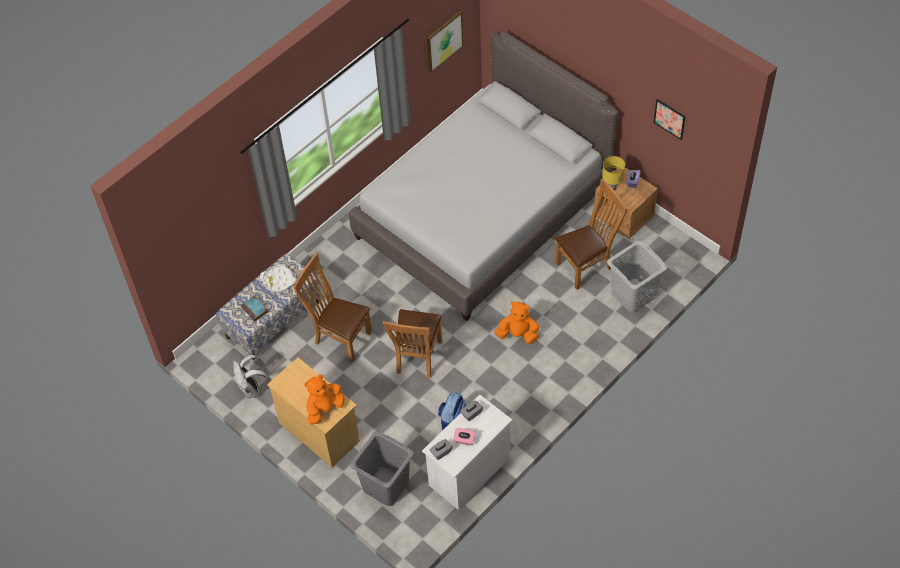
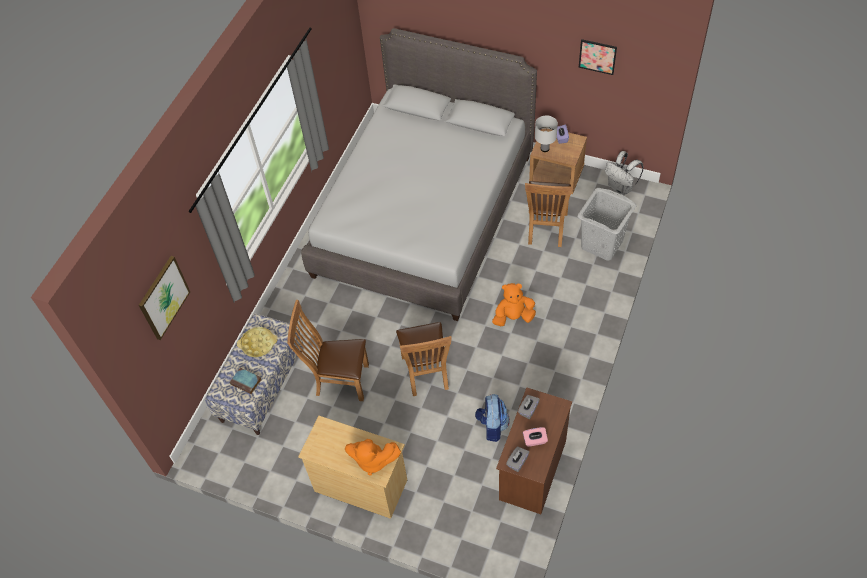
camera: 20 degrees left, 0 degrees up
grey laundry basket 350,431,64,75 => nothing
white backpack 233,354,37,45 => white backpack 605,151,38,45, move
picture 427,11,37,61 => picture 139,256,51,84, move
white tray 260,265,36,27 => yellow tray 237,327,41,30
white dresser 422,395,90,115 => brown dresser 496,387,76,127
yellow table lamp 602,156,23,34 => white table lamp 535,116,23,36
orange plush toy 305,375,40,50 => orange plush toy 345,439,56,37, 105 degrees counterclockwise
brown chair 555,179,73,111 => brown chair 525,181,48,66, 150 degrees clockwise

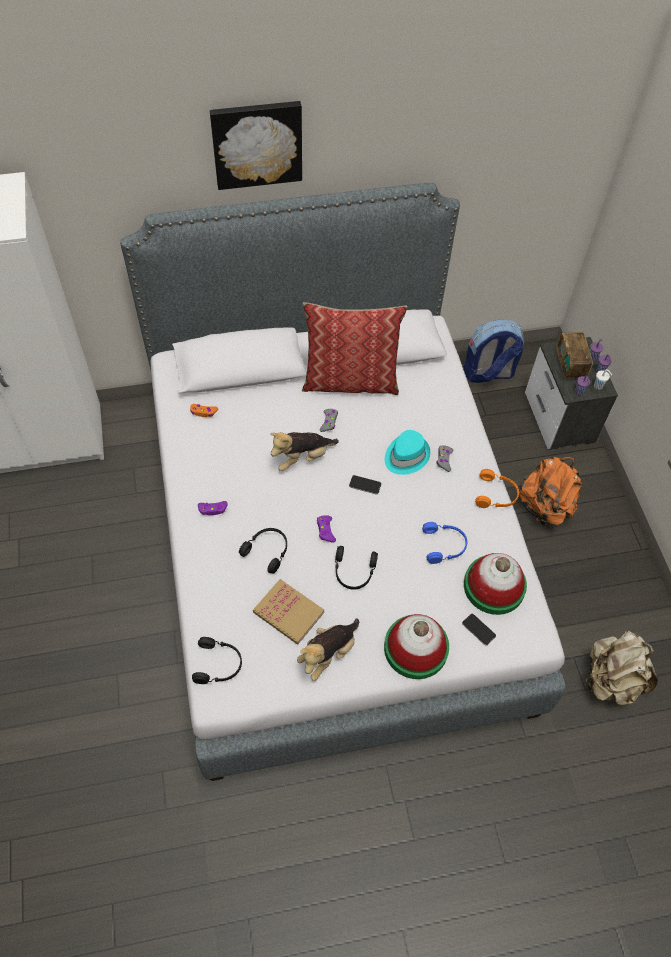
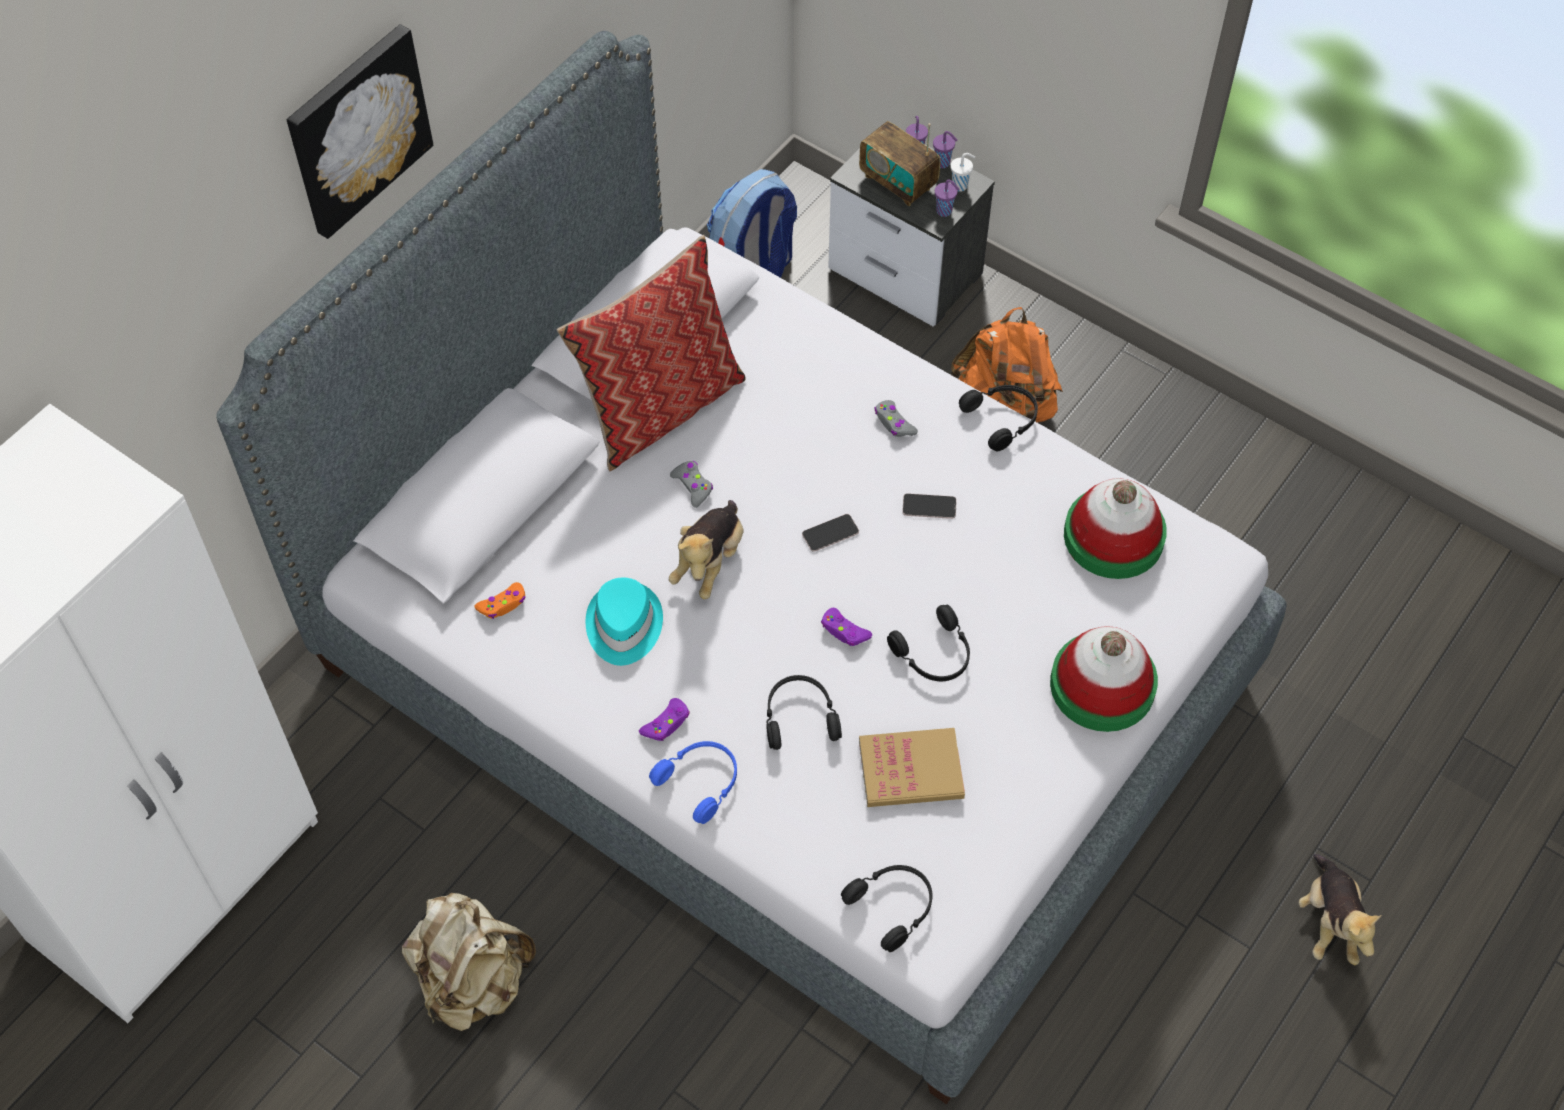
camera: 40 degrees left, 0 degrees up
plush toy 297,618,62,63 => plush toy 1299,854,82,111, move
turquoise hat 385,430,45,45 => turquoise hat 586,578,77,88, move
blue headphones 422,522,45,42 => blue headphones 649,741,88,83, move
phone 462,614,34,32 => phone 902,493,55,26, move
beige backpack 584,630,74,76 => beige backpack 402,893,134,138, move
orange headphones 475,469,44,39 => black headphones 959,385,79,66

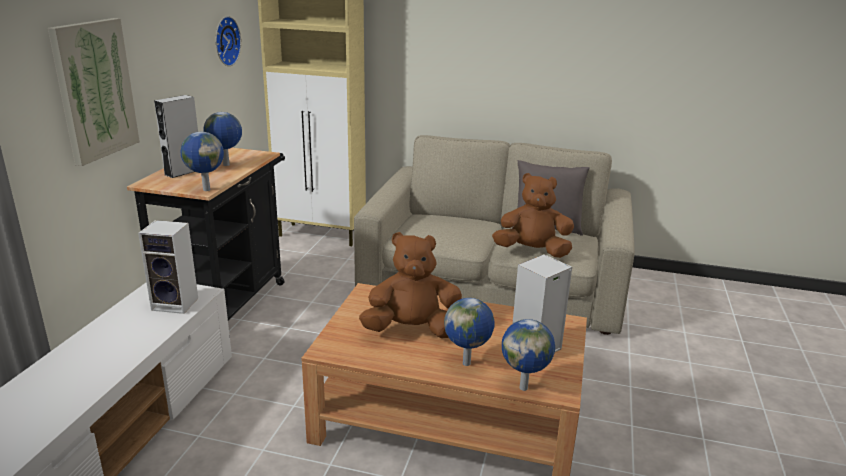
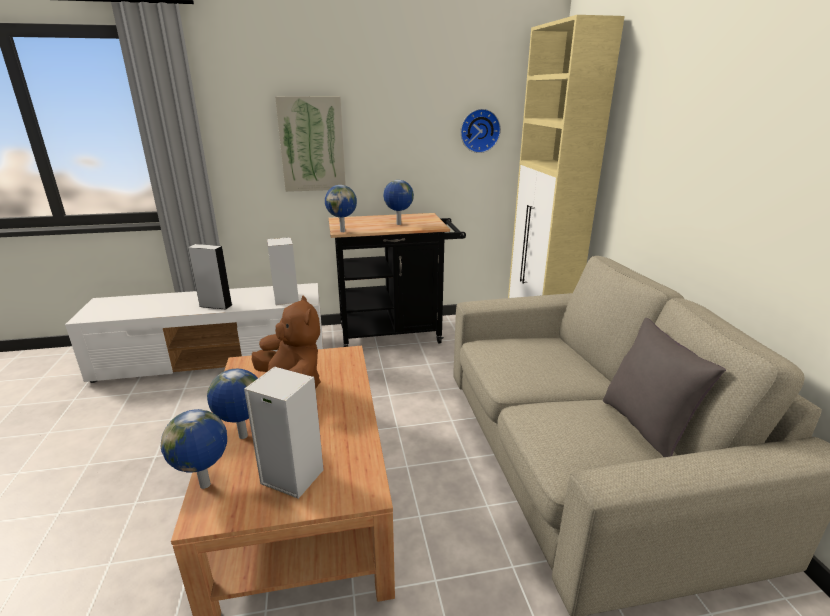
camera: 65 degrees right, 0 degrees up
brown plush toy 492,173,82,85 => nothing
grey speaker 154,95,44,83 => grey speaker 188,244,44,66, move

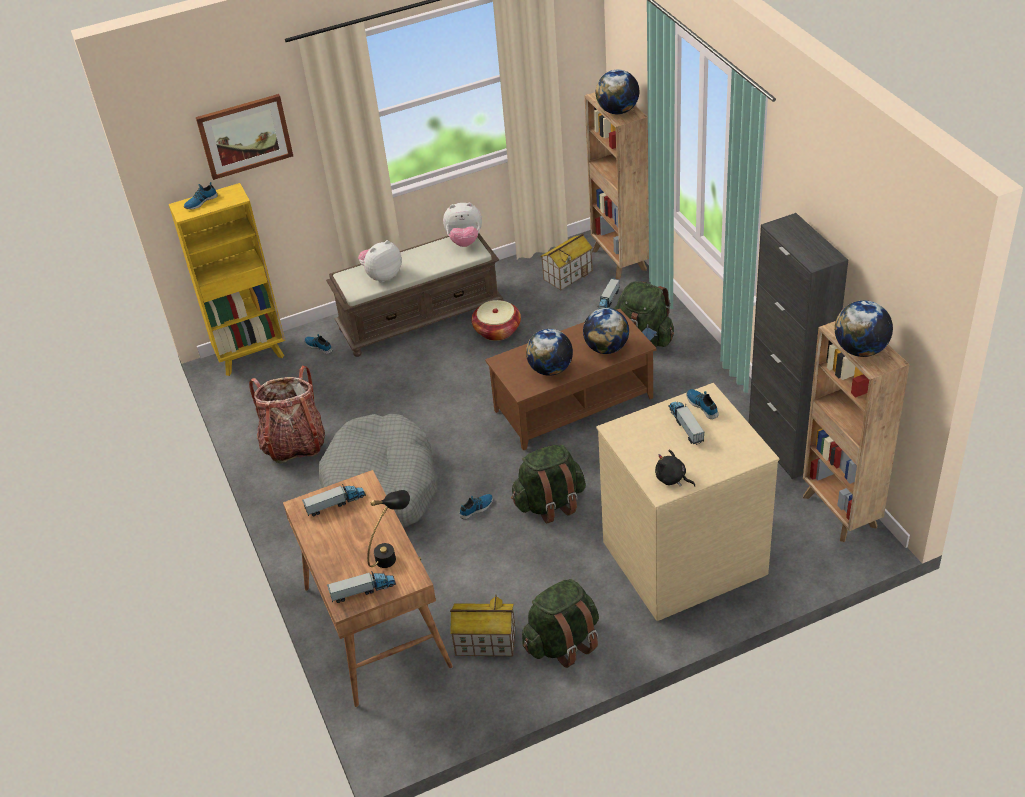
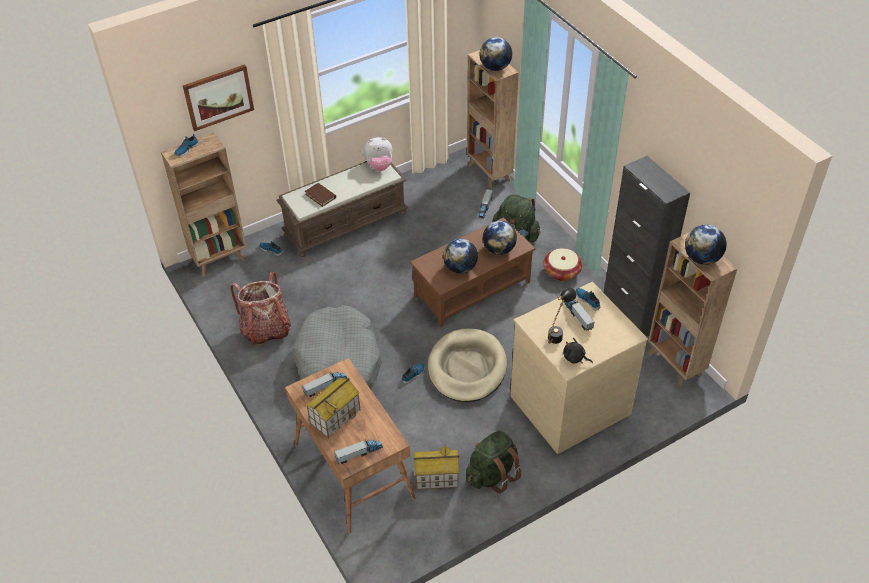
camera: 10 degrees left, 5 degrees up
black table lamp 367,490,43,78 => black table lamp 548,288,28,56, move
basket 471,300,50,41 => basket 543,248,39,33, move
toy house 540,234,53,56 => toy house 306,377,54,61, move
plush toy 358,240,44,43 => brown book 305,183,31,24
green backpack 511,445,75,79 => beige dog bed 428,328,79,74
yellow bookcase 169,183,116,193 => brown bookcase 161,133,86,143

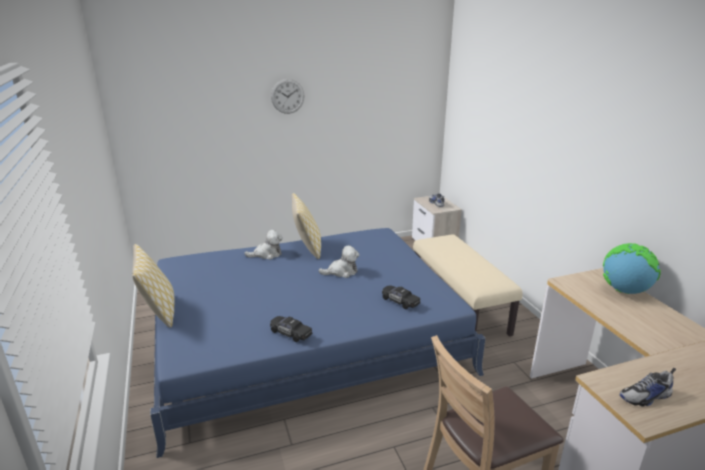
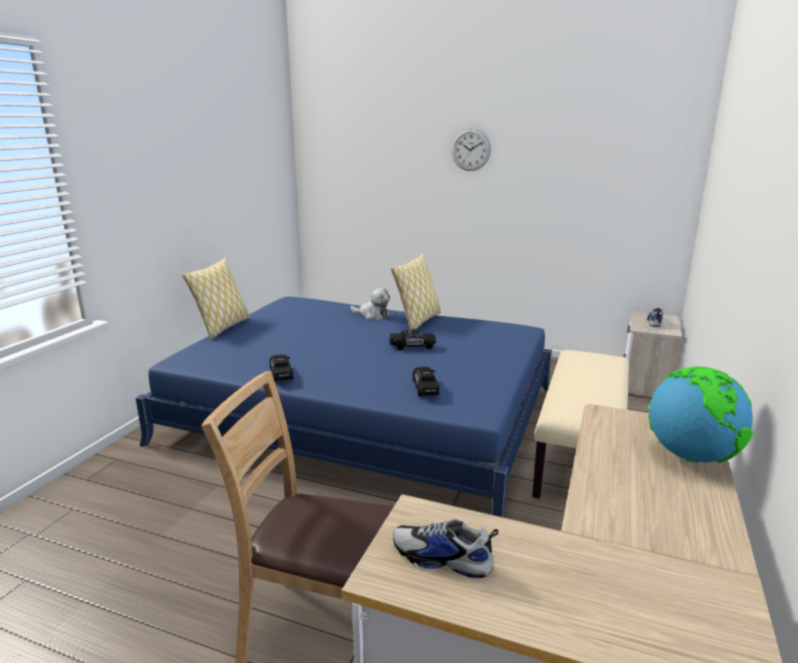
camera: 40 degrees right, 5 degrees down
plush toy 319,245,40,33 => black toy car 389,329,47,21

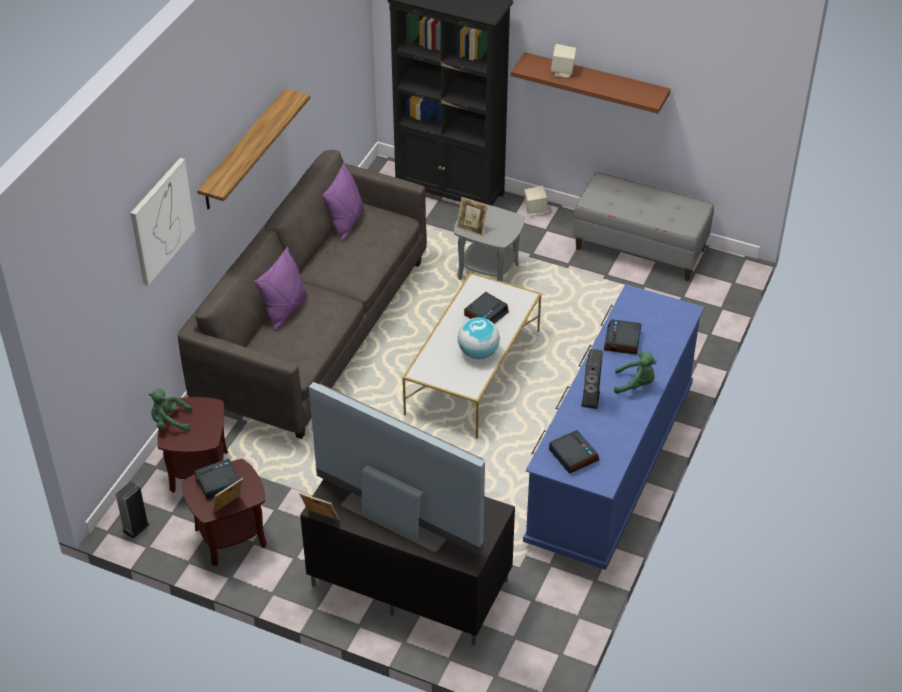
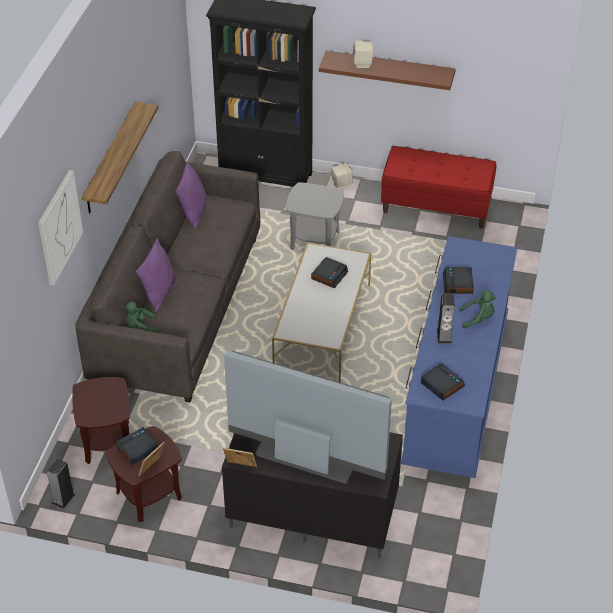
camera: 10 degrees left, 0 degrees up
picture frame 457,197,31,39 => nothing
globe 458,317,42,43 => nothing
green plush toy 149,389,43,43 => green plush toy 123,301,36,32, move
grey bench 573,172,141,109 => red bench 381,146,115,83

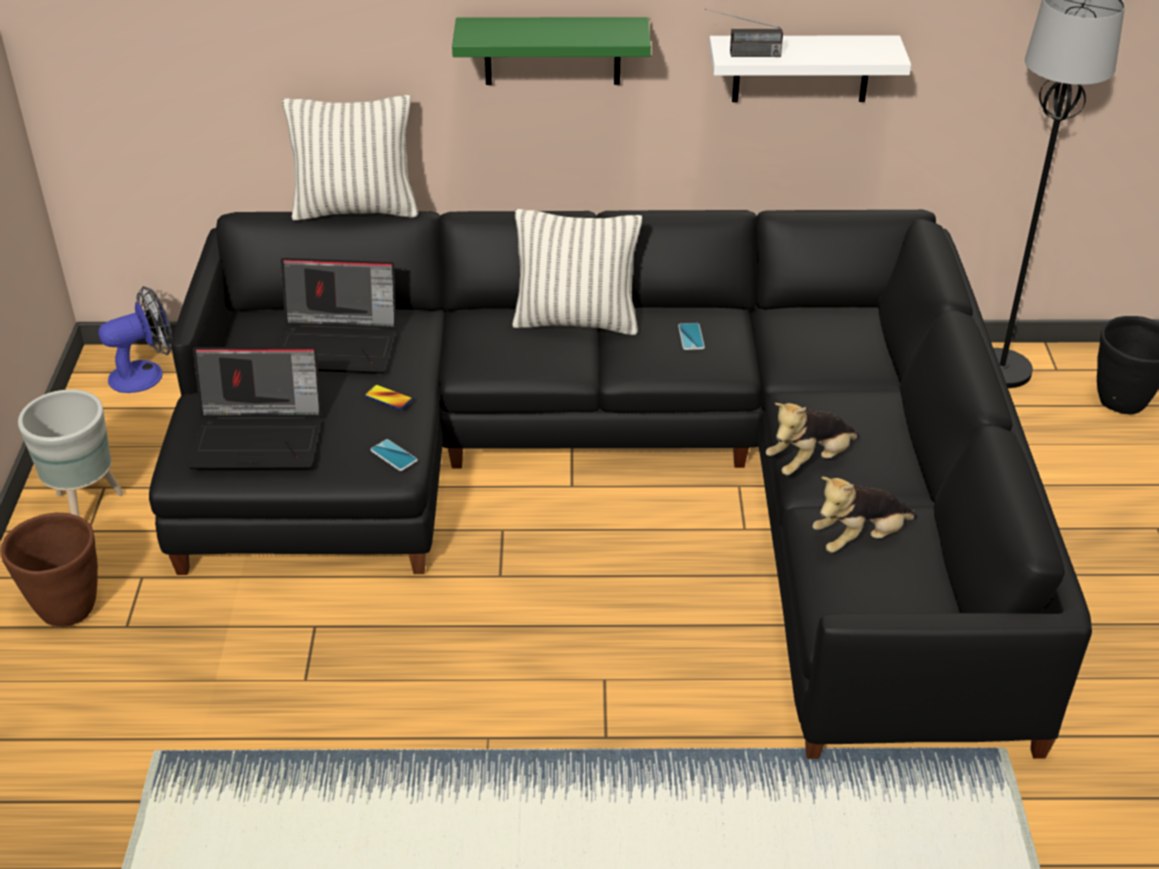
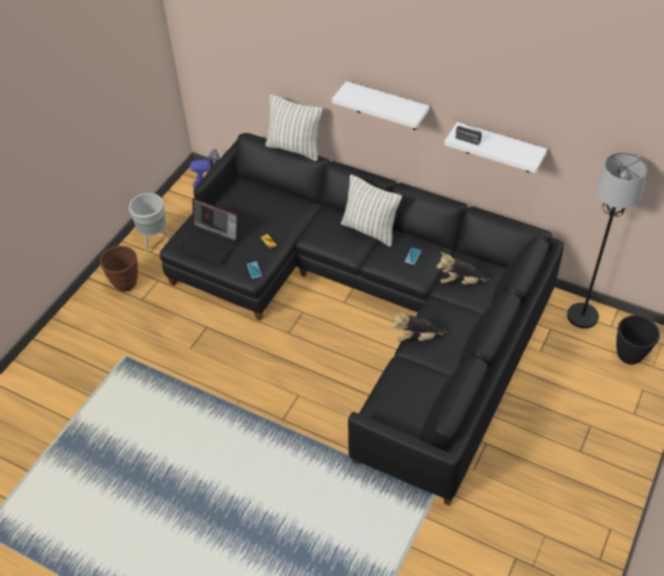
camera: 30 degrees right, 10 degrees up
laptop 278,258,118,116 => nothing
plush toy 812,477,106,76 => plush toy 437,252,54,32, move
green shelf 452,17,199,68 => white shelf 332,81,97,49

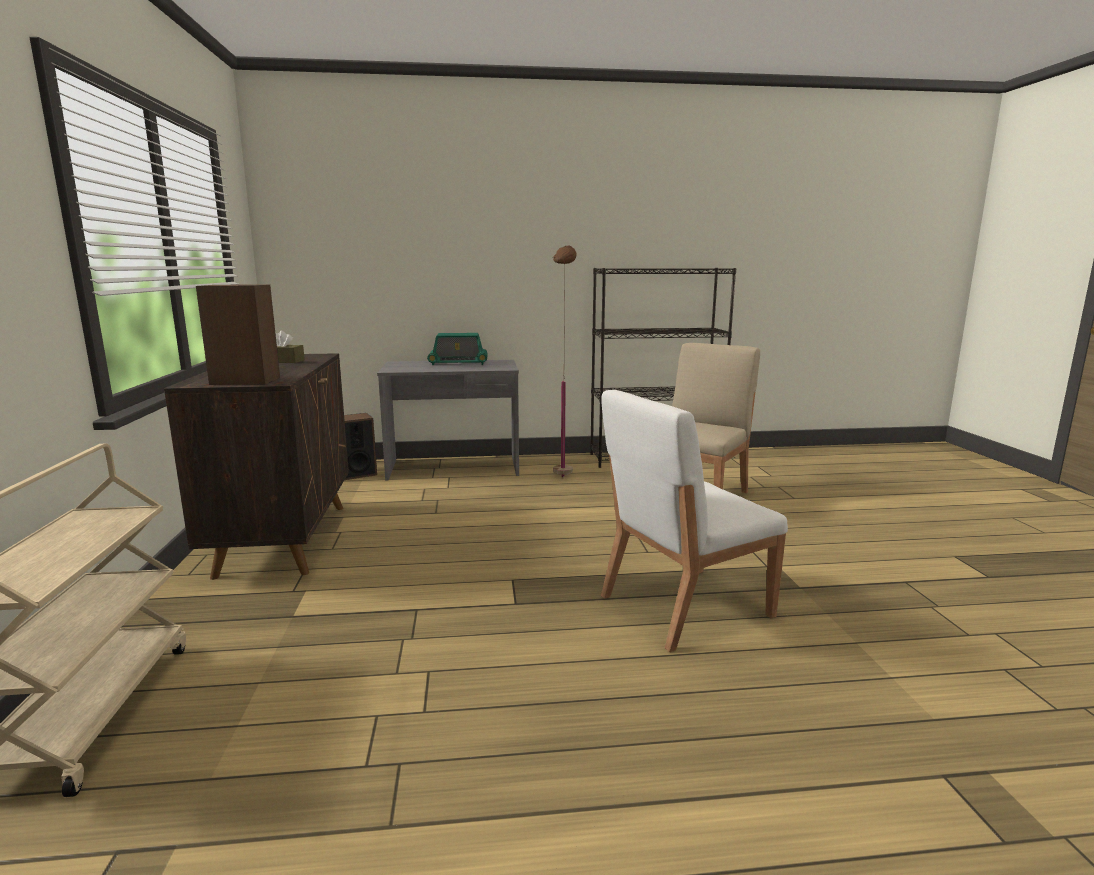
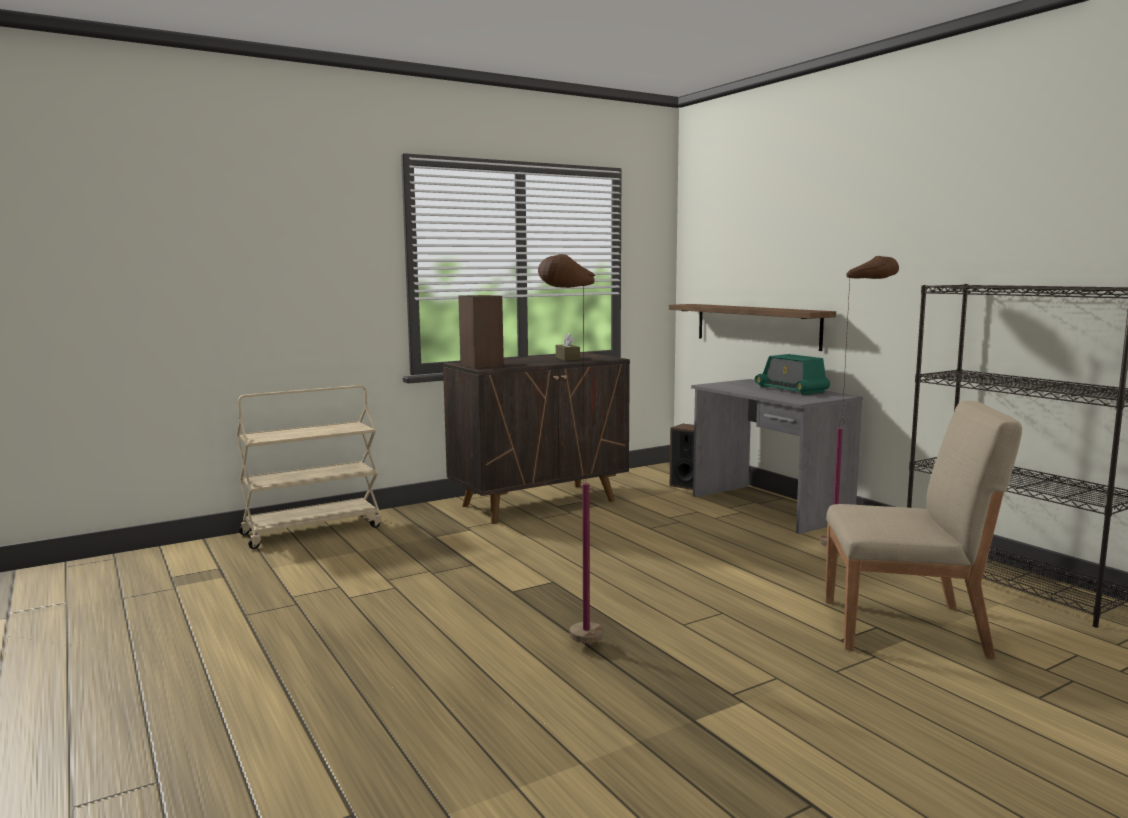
camera: 65 degrees right, 5 degrees down
nothing => shelf 669,304,167,47
white chair 601,390,187,262 => brown floor lamp 538,254,66,391

